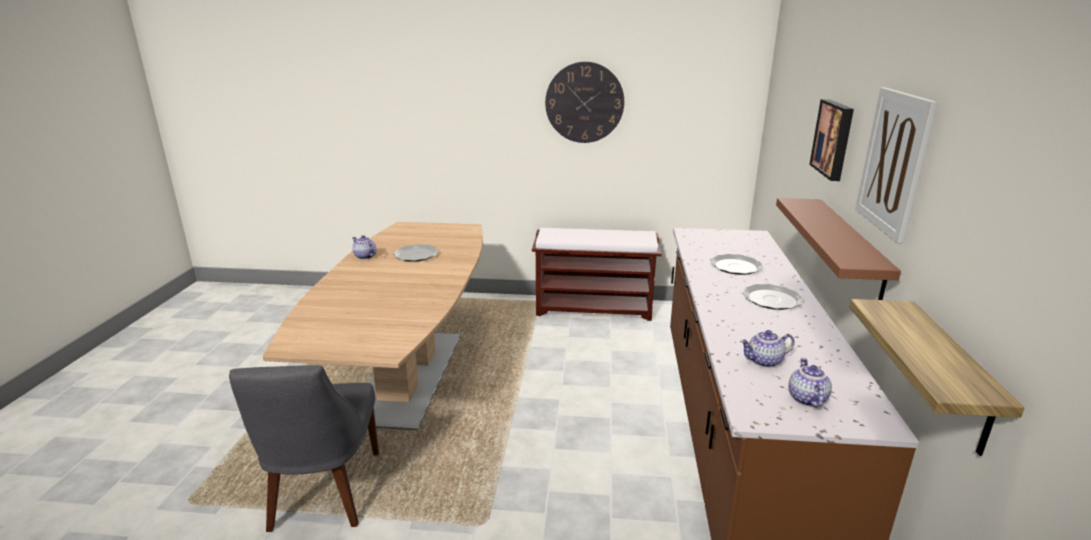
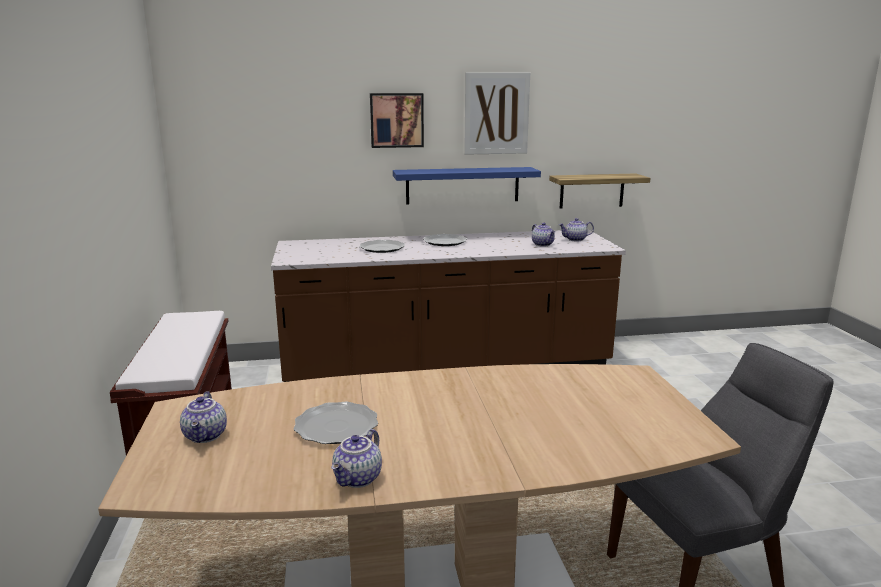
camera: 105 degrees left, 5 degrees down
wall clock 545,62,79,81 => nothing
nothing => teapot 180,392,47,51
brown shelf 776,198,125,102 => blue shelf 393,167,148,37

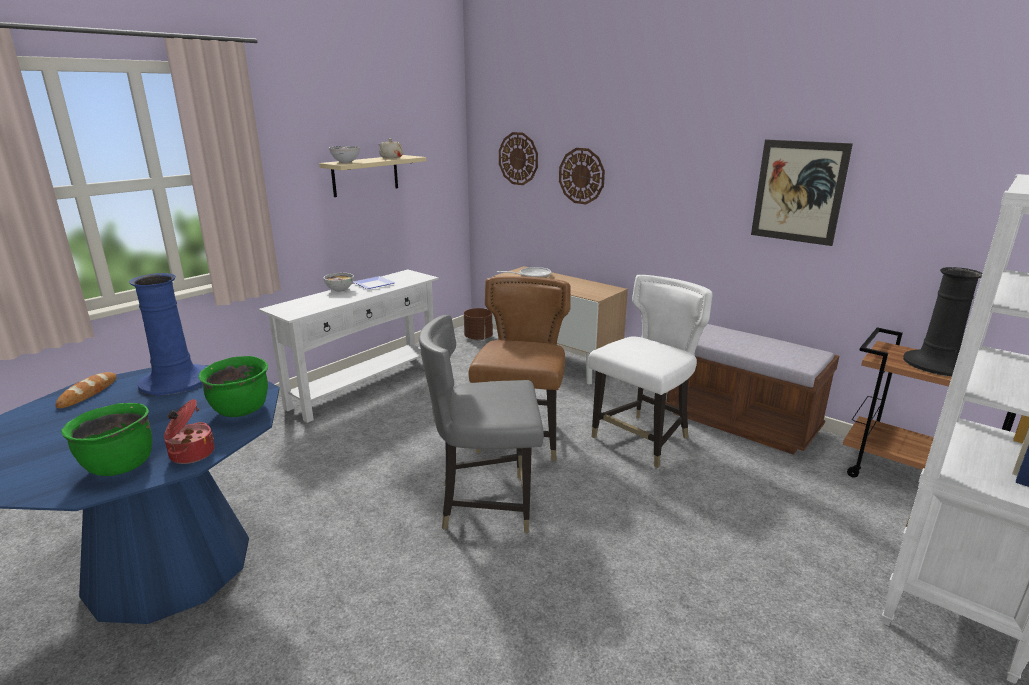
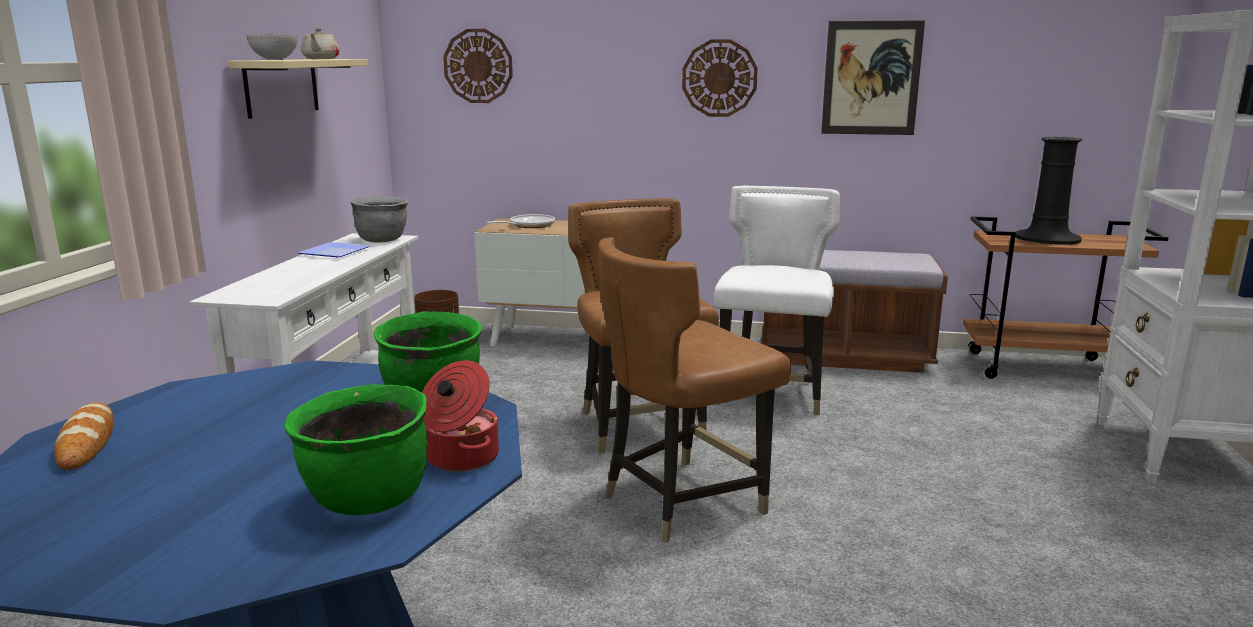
camera: 30 degrees left, 5 degrees down
blue vase 129,273,78,123 => nothing
bowl 324,273,30,19 => nothing
nothing => grey cooking pot 350,197,58,46
wall clock 559,148,46,56 => wall clock 682,39,76,78, move
grey chair 419,315,125,218 => brown chair 599,237,192,306

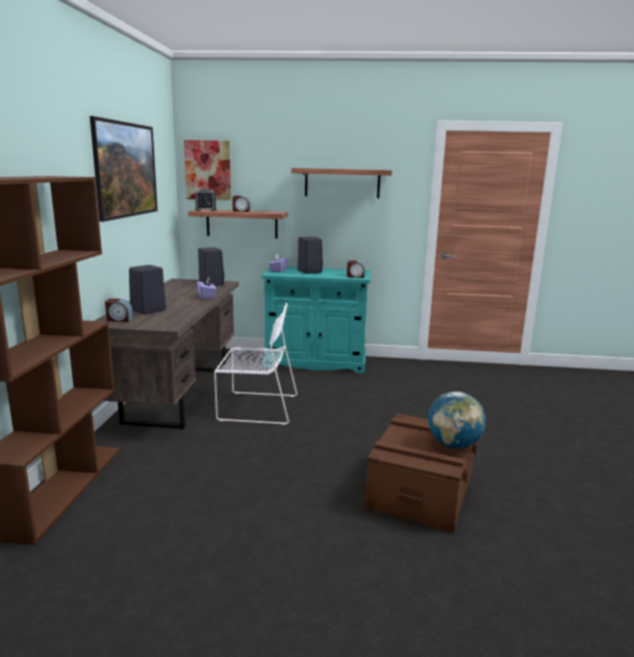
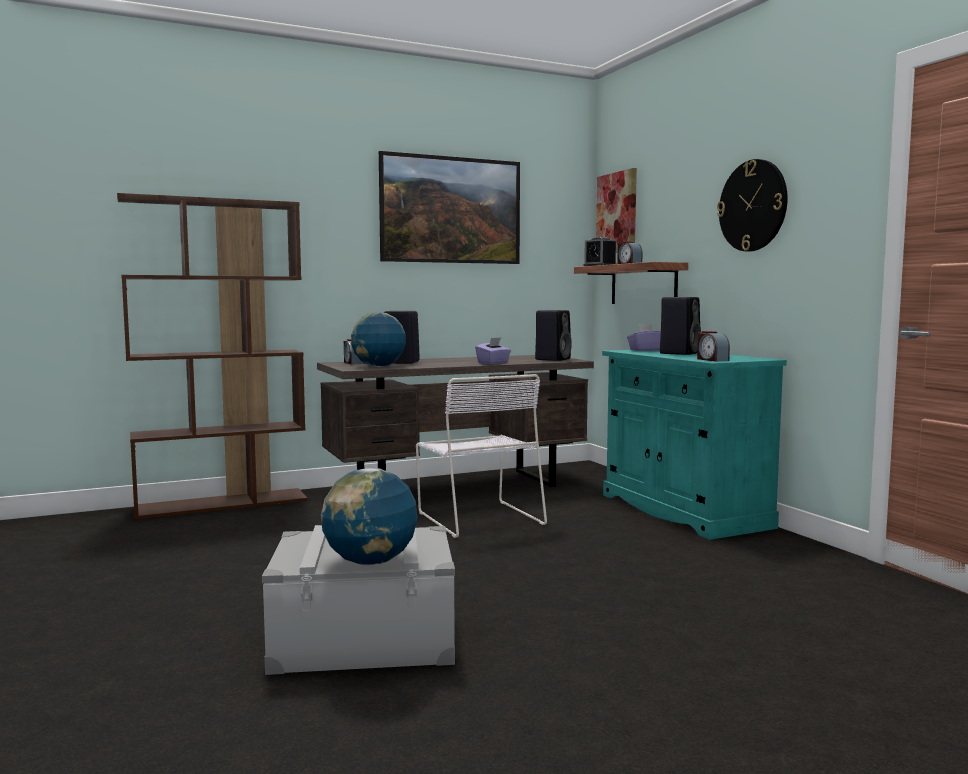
camera: 60 degrees right, 10 degrees down
nothing => globe 351,312,55,55
shelf 291,168,101,30 => wall clock 717,159,71,93
brown storage box 365,413,112,120 => grey storage box 262,525,193,150

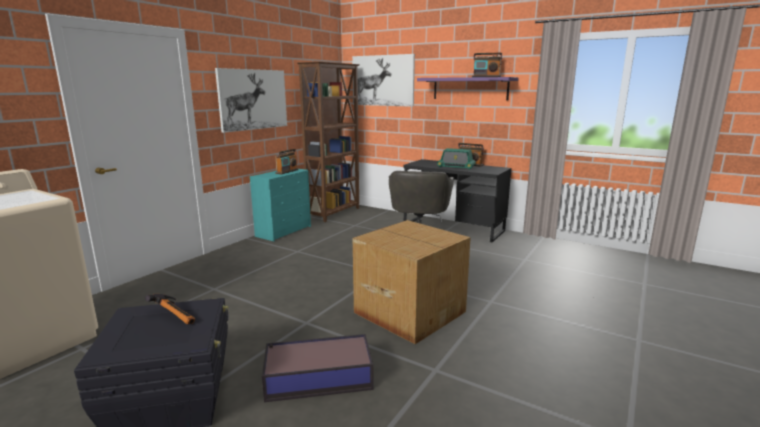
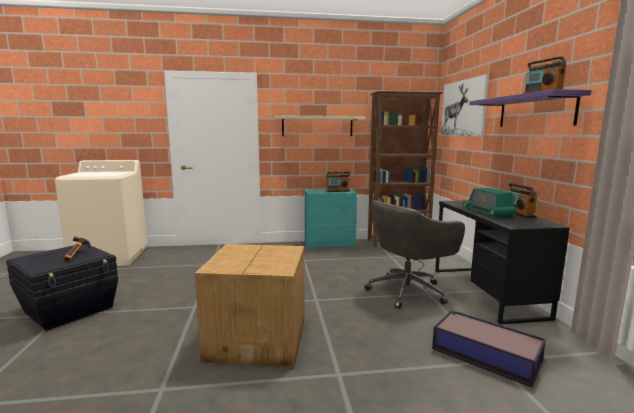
camera: 50 degrees right, 5 degrees down
storage box 262,334,111,68 => storage box 432,310,114,78, move
picture 215,68,72,65 => beige shelf 275,115,90,21

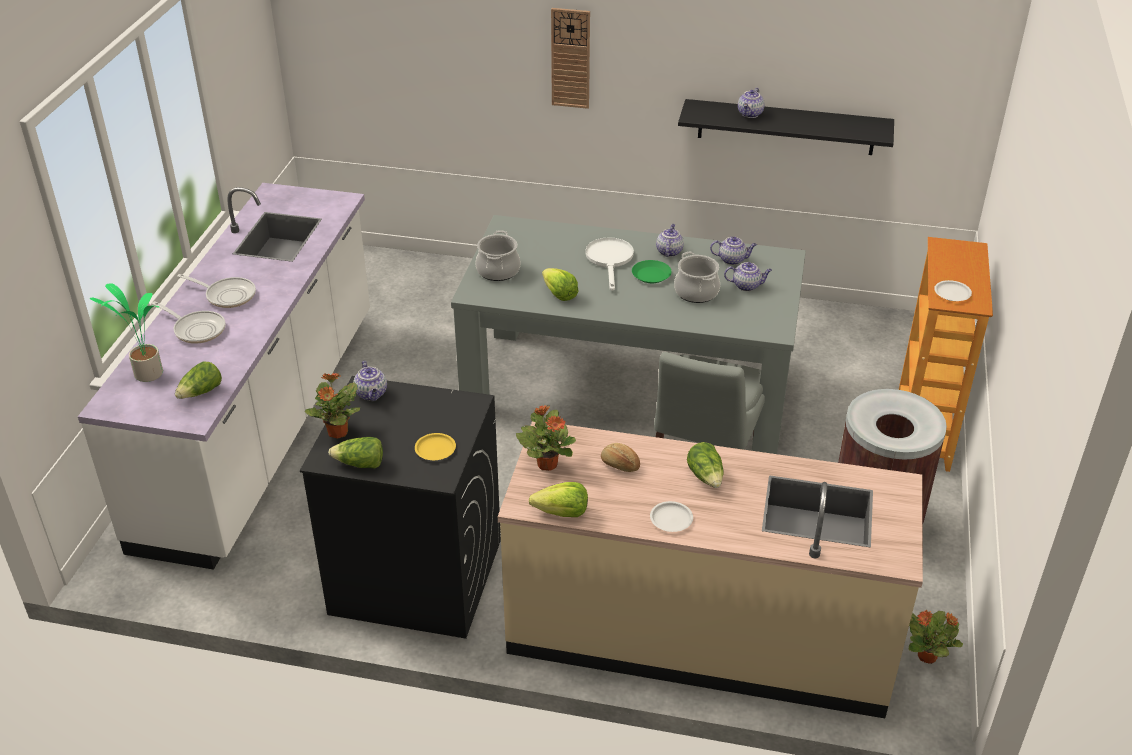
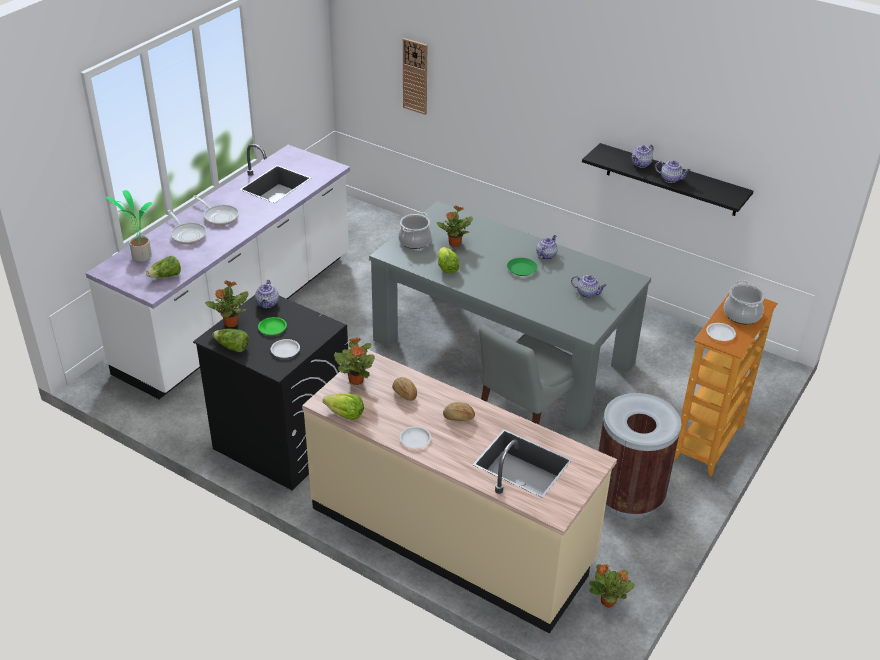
camera: 20 degrees right, 0 degrees up
white frying pan 585,237,49,54 => nothing
nothing => green plate 258,317,29,18
nothing => potted plant 437,205,36,42
wall clock 551,8,39,101 => wall clock 403,38,24,77, move
cooking pot 674,252,46,51 => cooking pot 724,280,41,44, move
teapot 710,237,47,28 => teapot 655,161,35,22, move
lettuce 687,442,37,46 => bread 443,402,32,19
yellow plate 415,433,41,27 => white plate 271,339,29,19

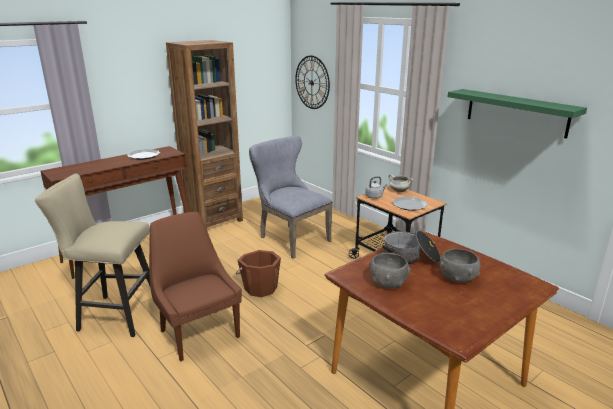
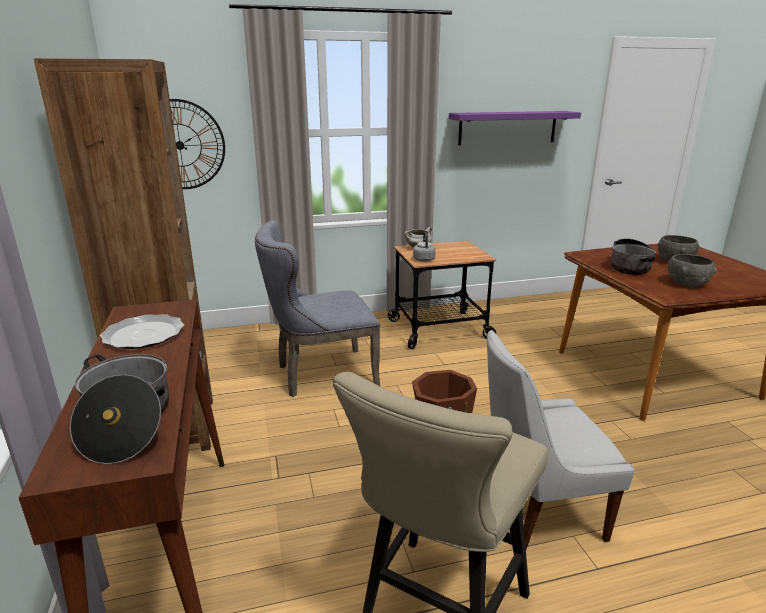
camera: 65 degrees left, 0 degrees up
plate 393,197,35,14 => nothing
nothing => cooking pot 70,354,99,110
brown chair 149,212,93,149 => white chair 487,330,148,219
green shelf 448,89,139,50 => purple shelf 449,111,132,34

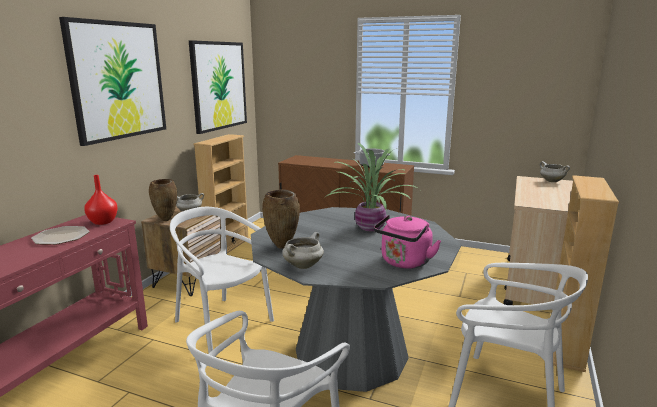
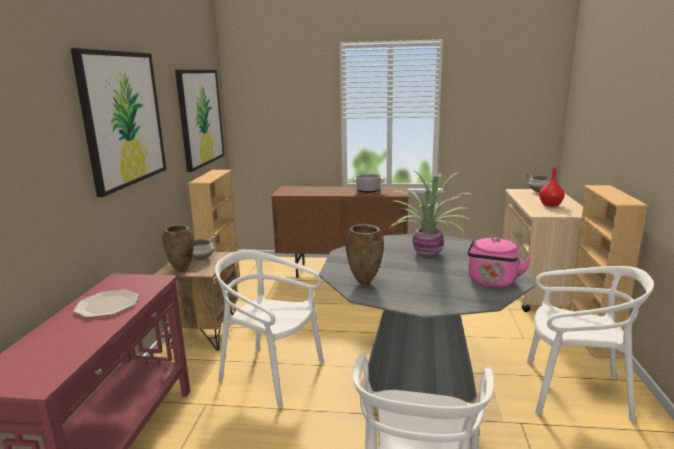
camera: 15 degrees left, 0 degrees up
white cooking pot 282,232,42,37 => nothing
red vase 84,175,34,50 => red vase 539,167,26,40, move

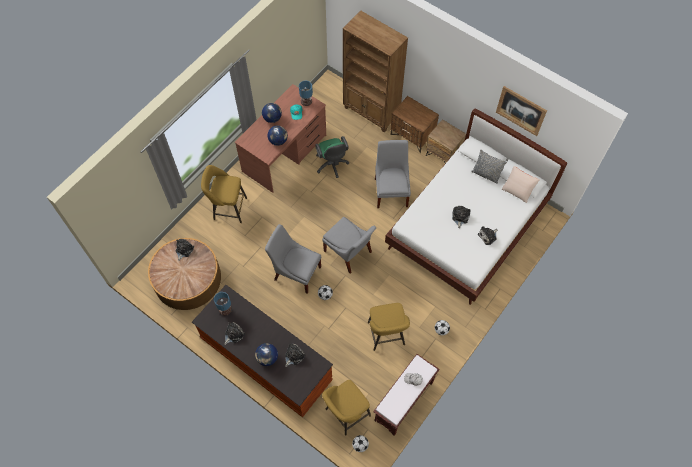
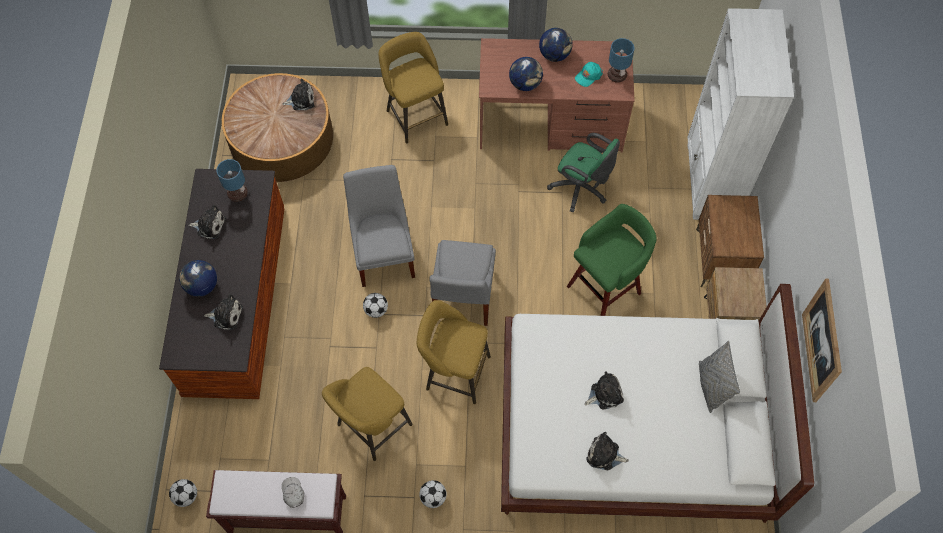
camera: 55 degrees right, 0 degrees up
beige pillow 502,166,38,37 => nothing
yellow stool 322,380,49,55 => yellow stool 417,300,74,104, move
grey chair 375,140,36,68 => green stool 567,204,90,112
brown bookcase 343,10,65,123 => white bookcase 687,8,107,212
green office chair 315,136,34,42 => green office chair 547,133,73,79, 90 degrees counterclockwise

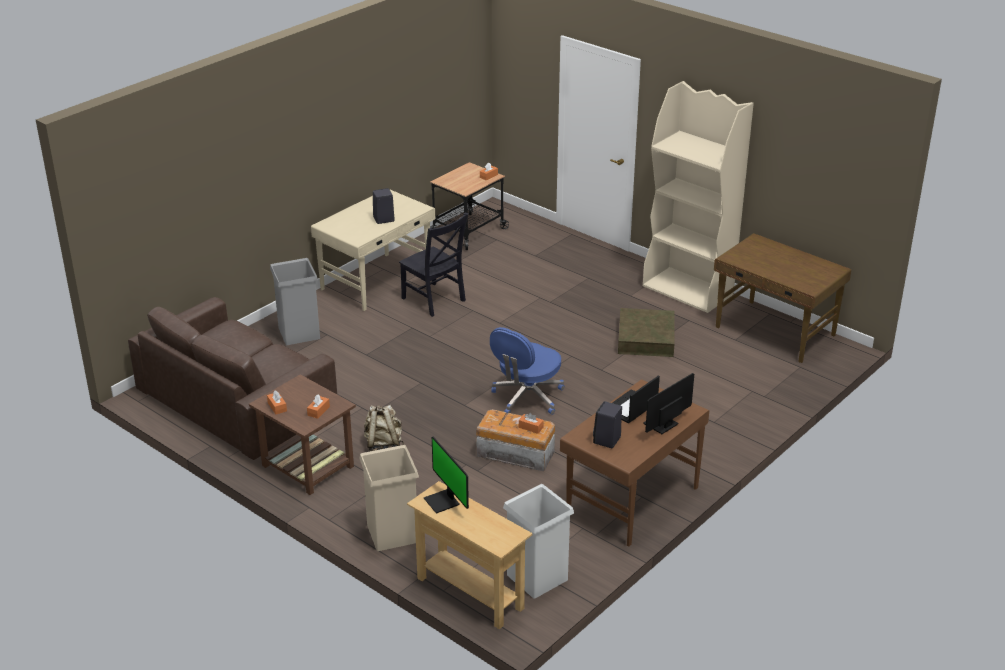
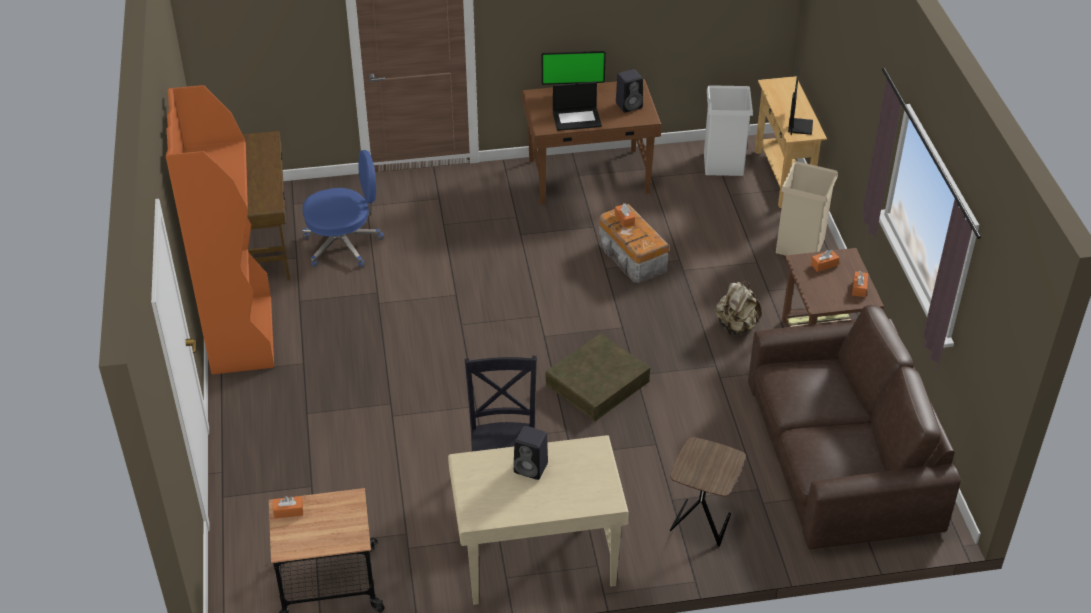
camera: 140 degrees left, 10 degrees up
blue office chair 490,327,75,88 => blue office chair 302,150,82,117, move
brown storage box 618,308,57,49 => brown storage box 545,333,105,88, move
grey trash can 270,258,50,87 => brown side table 669,437,77,110
beige bookcase 643,81,111,232 => orange bookcase 166,85,108,289

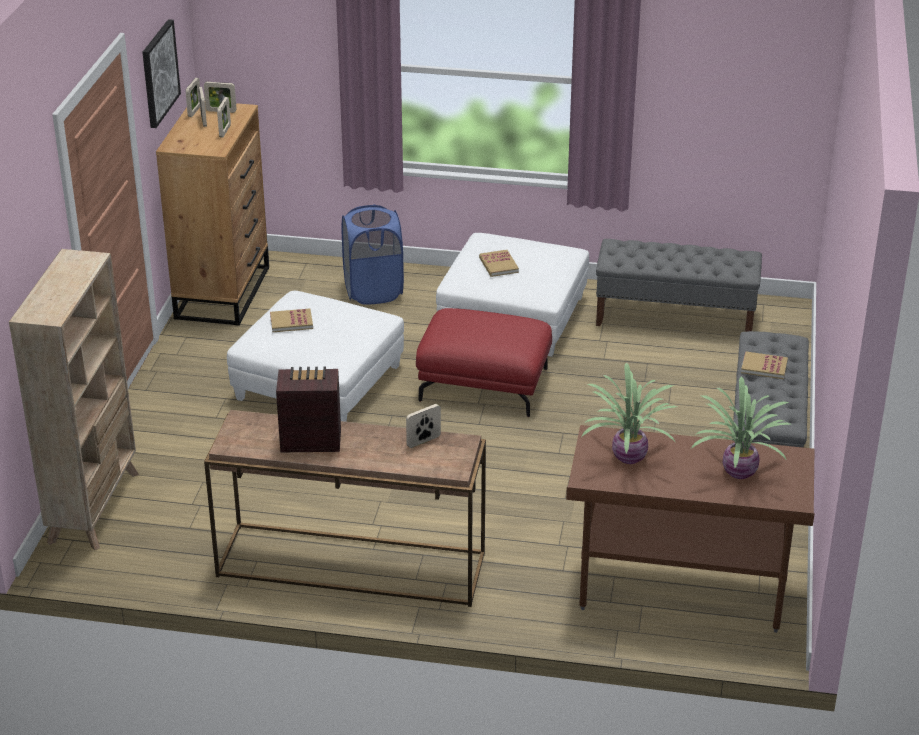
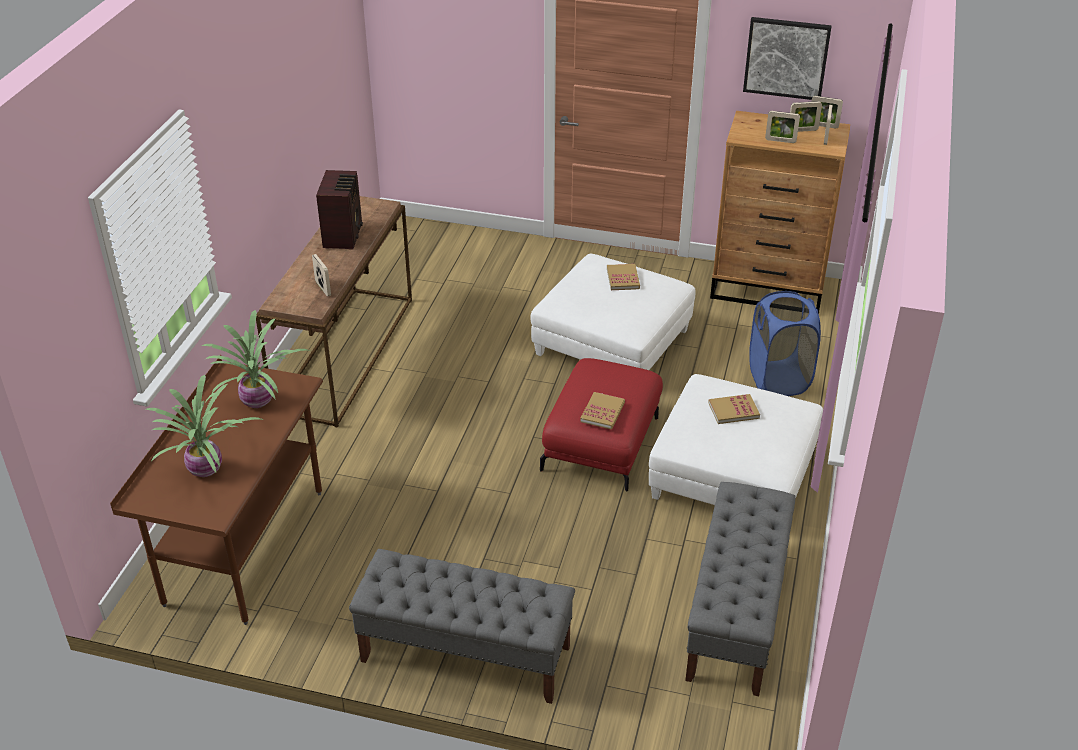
camera: 95 degrees right, 5 degrees up
beige bookcase 9,249,130,301 => nothing
book 741,351,47,28 => book 580,392,45,37, move

